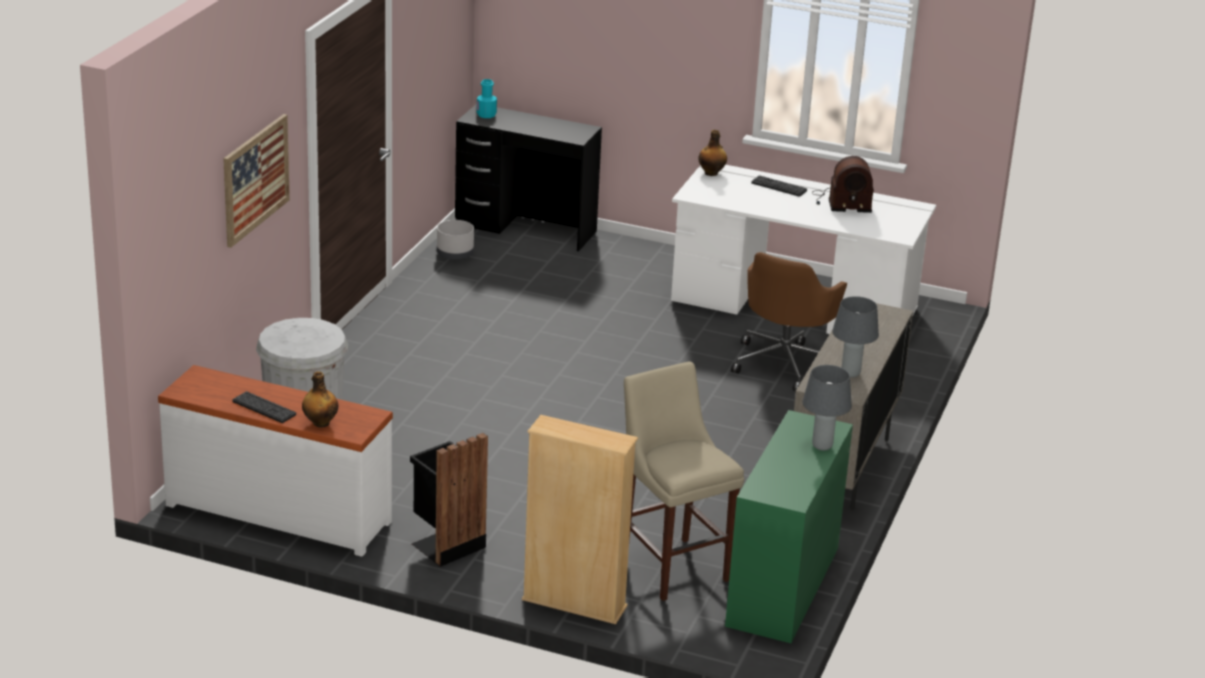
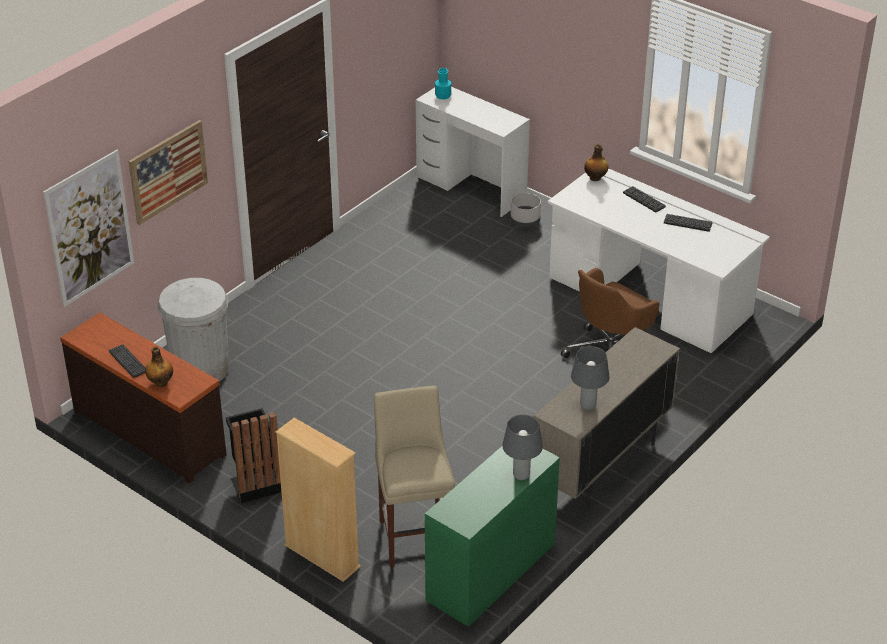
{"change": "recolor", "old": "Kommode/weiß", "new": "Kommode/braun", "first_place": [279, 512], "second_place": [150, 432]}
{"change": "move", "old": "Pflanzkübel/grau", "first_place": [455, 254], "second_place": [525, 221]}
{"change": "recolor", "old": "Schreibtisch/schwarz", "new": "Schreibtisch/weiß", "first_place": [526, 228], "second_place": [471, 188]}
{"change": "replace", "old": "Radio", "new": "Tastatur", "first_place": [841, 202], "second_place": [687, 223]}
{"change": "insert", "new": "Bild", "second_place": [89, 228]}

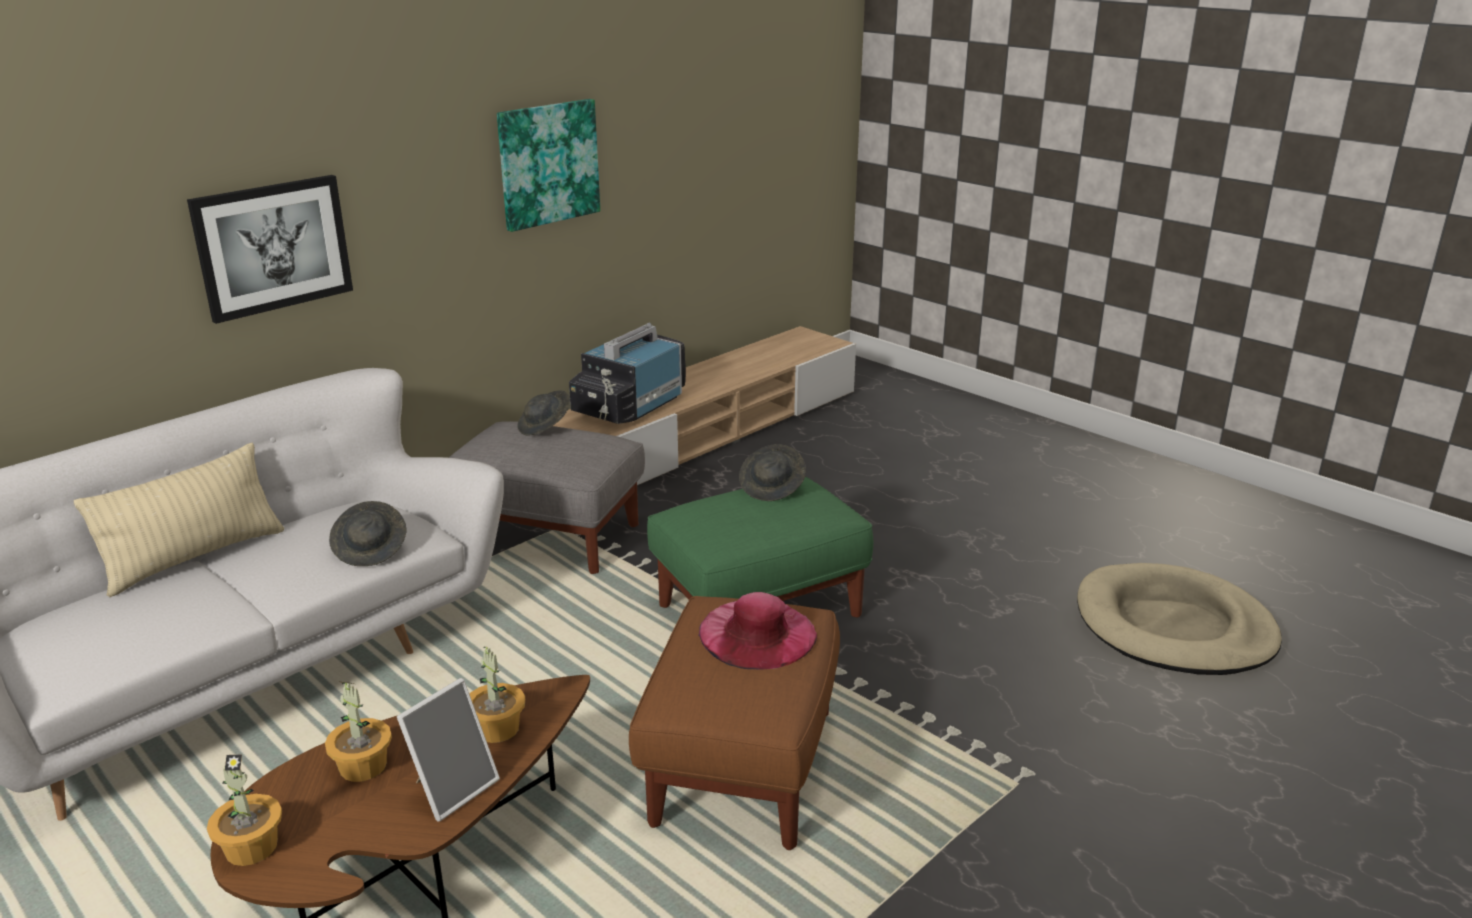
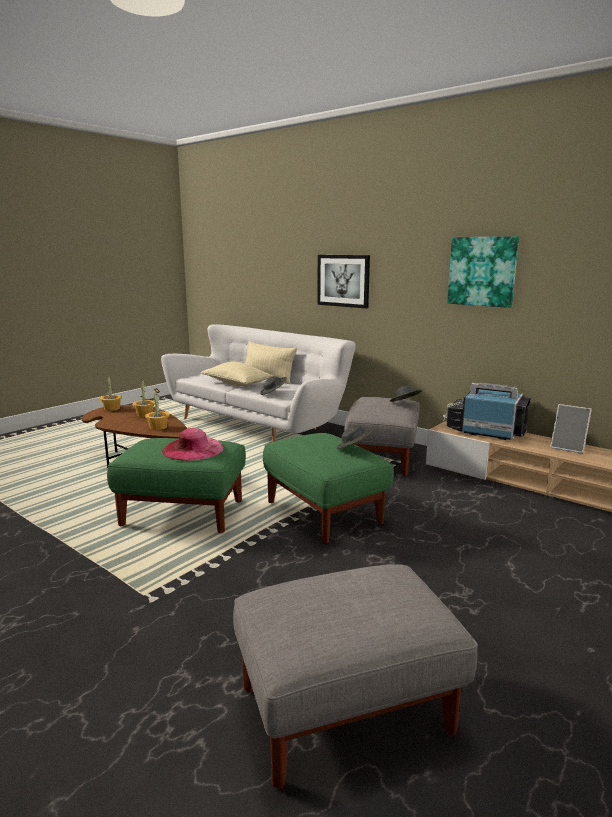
{"change": "move", "old": "Bilderrahmen", "first_place": [452, 788], "second_place": [568, 448]}
{"change": "recolor", "old": "Polsterhocker/braun", "new": "Polsterhocker/grün", "first_place": [742, 765], "second_place": [183, 513]}
{"change": "replace", "old": "Hundebett/beige", "new": "Polsterhocker/grau", "first_place": [1173, 627], "second_place": [344, 711]}
{"change": "insert", "new": "Kissen/beige", "second_place": [237, 384]}

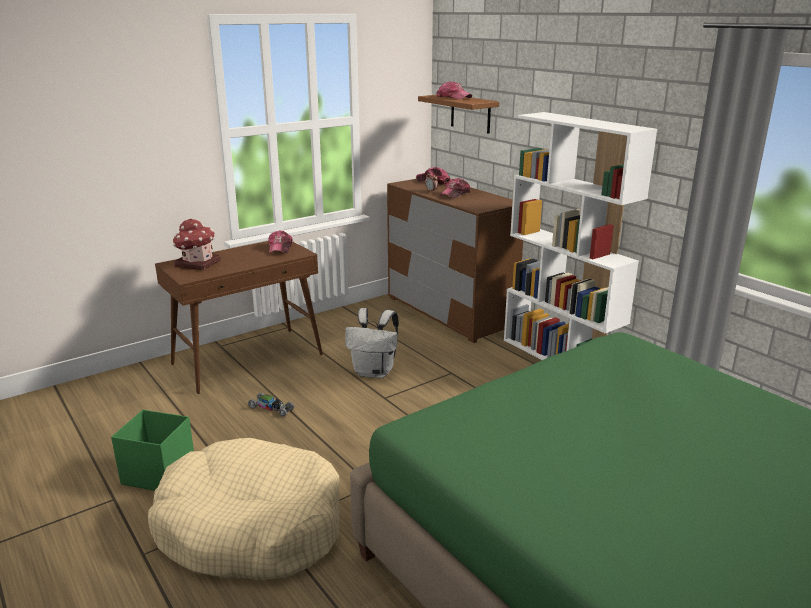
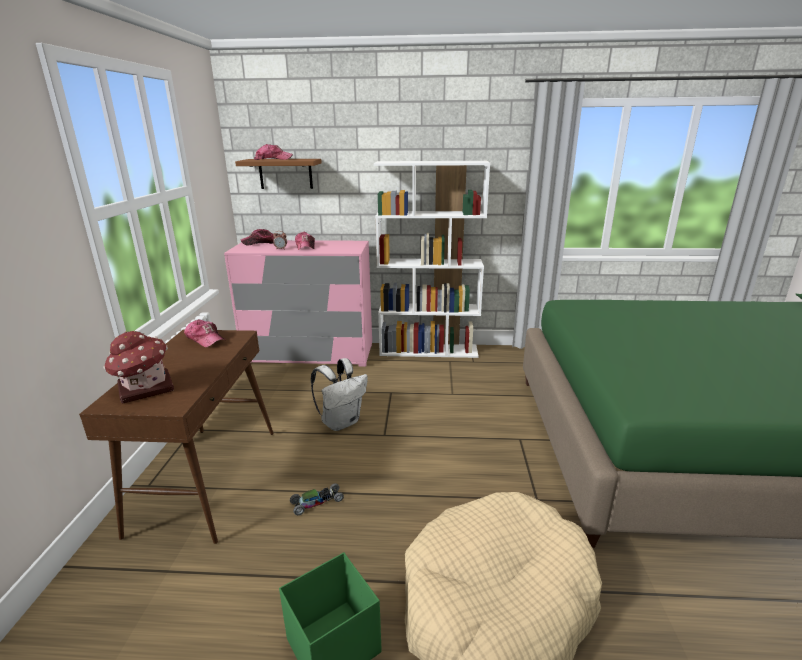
{"change": "recolor", "old": "Kommode/braun", "new": "Kommode/rosa", "first_place": [449, 312], "second_place": [309, 354]}

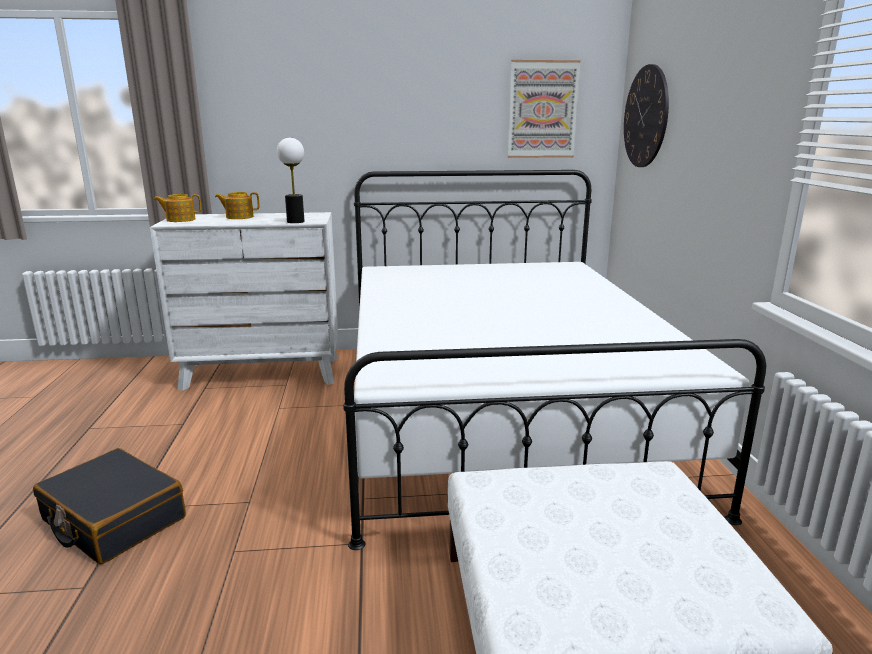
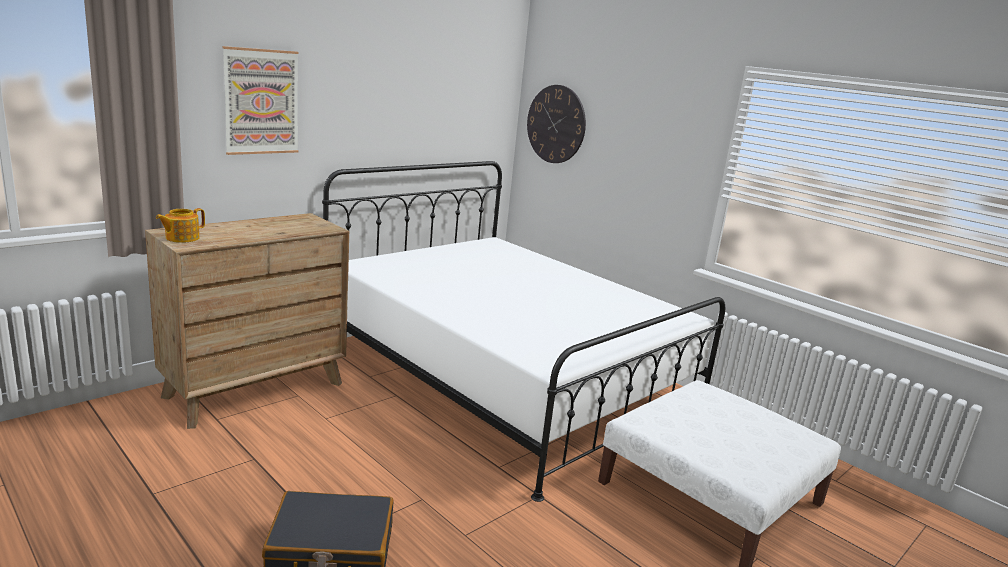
{"change": "recolor", "old": "Kommode/weiß", "new": "Kommode/braun", "first_place": [262, 373], "second_place": [255, 390]}
{"change": "delete", "old": "Teekanne", "first_place": [239, 217]}
{"change": "delete", "old": "Tischlampe", "first_place": [295, 221]}
{"change": "move", "old": "Bild", "first_place": [542, 110], "second_place": [261, 102]}

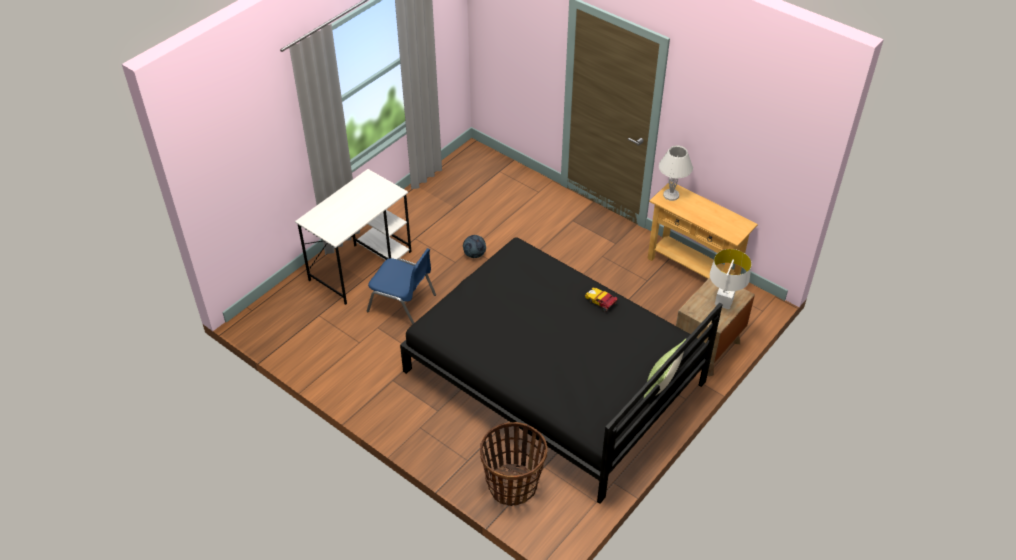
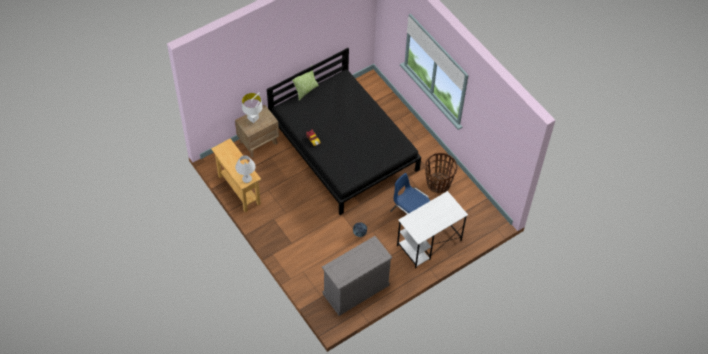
{"change": "move", "old": "Korb", "first_place": [512, 485], "second_place": [438, 183]}
{"change": "insert", "new": "Kommode/grau", "second_place": [355, 289]}

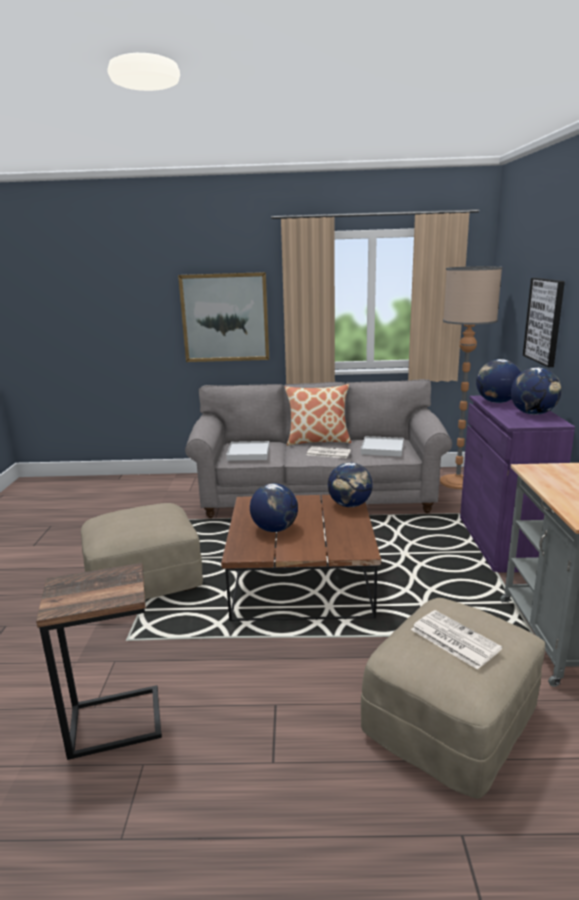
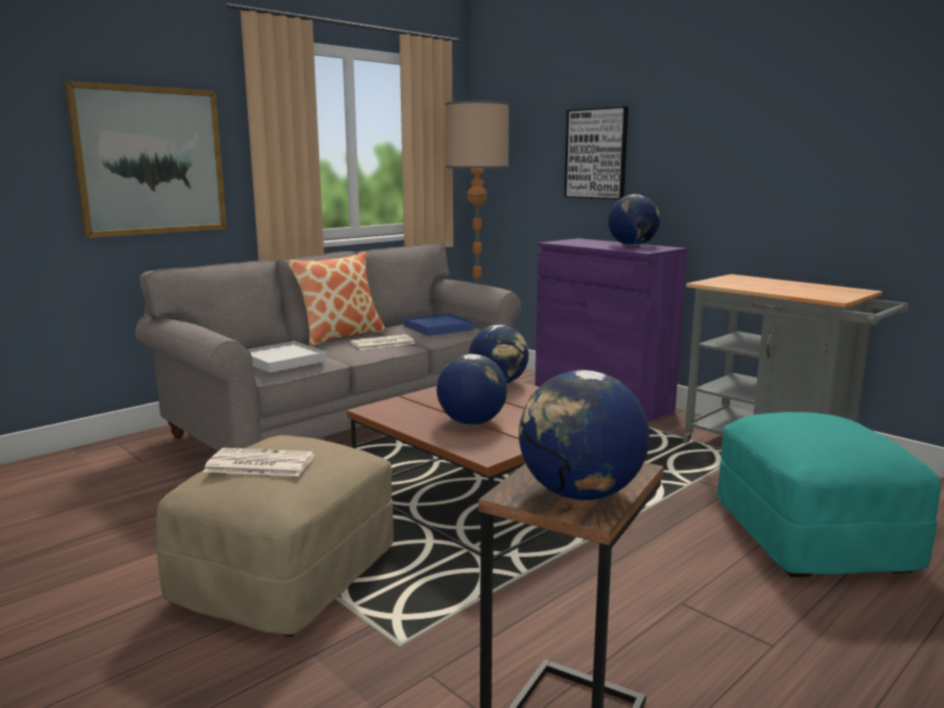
{"change": "recolor", "old": "Tablett/weiß", "new": "Tablett/blau", "first_place": [382, 448], "second_place": [438, 328]}
{"change": "recolor", "old": "Polsterhocker/beige", "new": "Polsterhocker/türkis", "first_place": [451, 722], "second_place": [813, 537]}
{"change": "move", "old": "Zeitung", "first_place": [453, 639], "second_place": [258, 464]}
{"change": "move", "old": "Globus", "first_place": [496, 402], "second_place": [580, 494]}

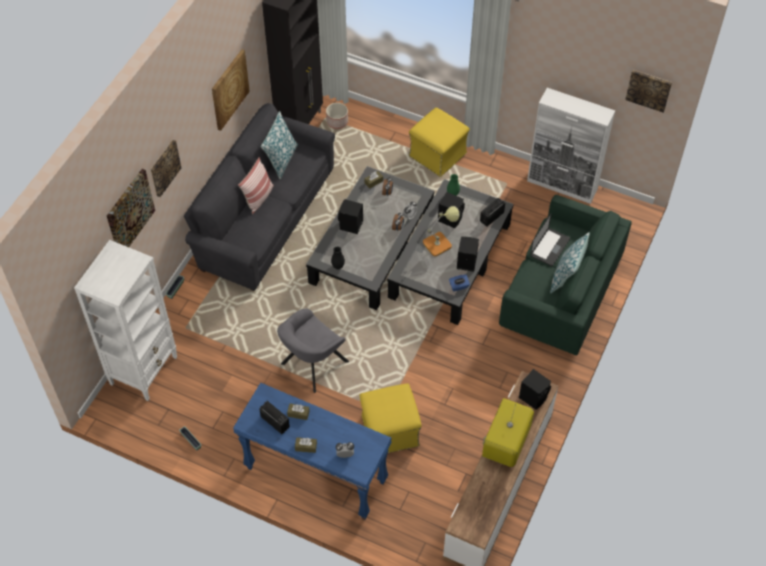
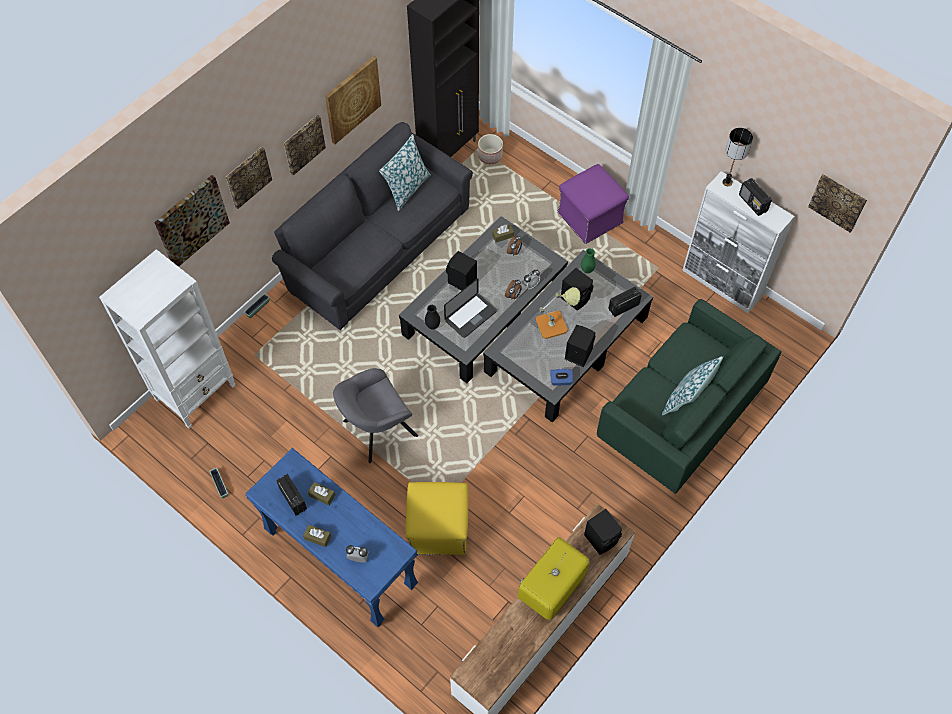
{"change": "delete", "old": "Kissen", "first_place": [258, 198]}
{"change": "recolor", "old": "Polsterhocker/gelb", "new": "Polsterhocker/lila", "first_place": [438, 155], "second_place": [590, 218]}
{"change": "move", "old": "Laptop", "first_place": [550, 247], "second_place": [470, 316]}
{"change": "insert", "new": "Bild", "second_place": [303, 144]}
{"change": "insert", "new": "Tischlampe", "second_place": [727, 182]}
{"change": "insert", "new": "Radio", "second_place": [753, 203]}

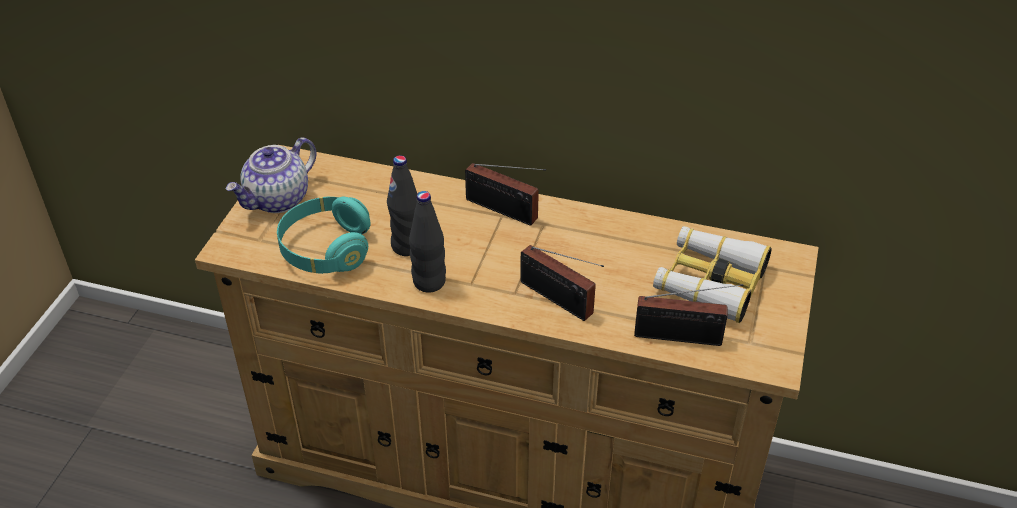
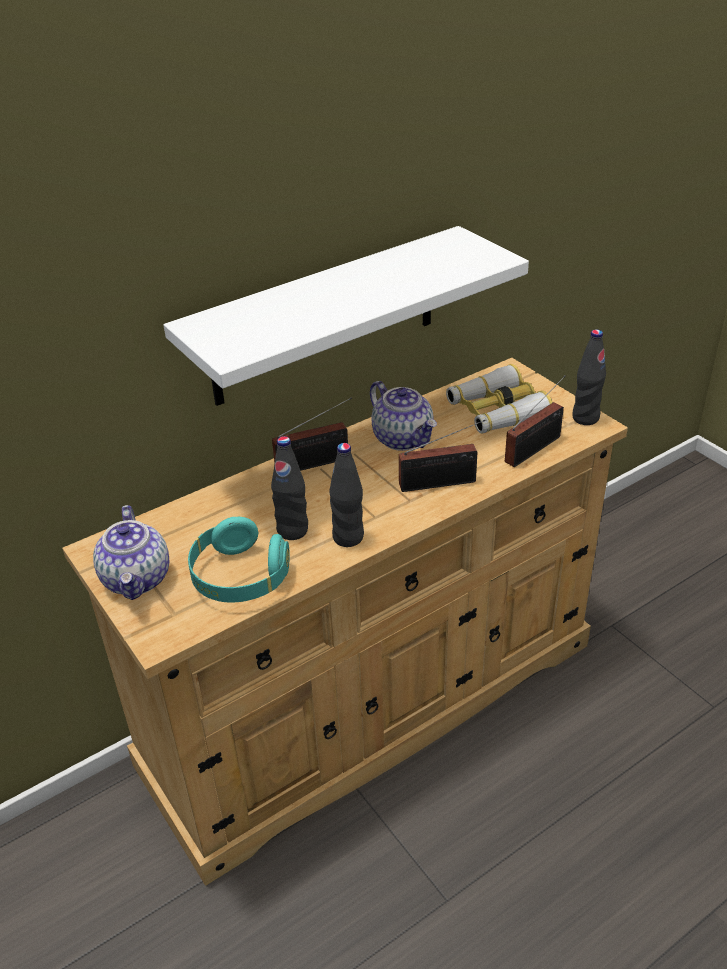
{"change": "insert", "new": "Wandregal/weiß", "second_place": [325, 317]}
{"change": "insert", "new": "Teekanne", "second_place": [403, 439]}
{"change": "insert", "new": "Flasche/schwarz", "second_place": [585, 418]}

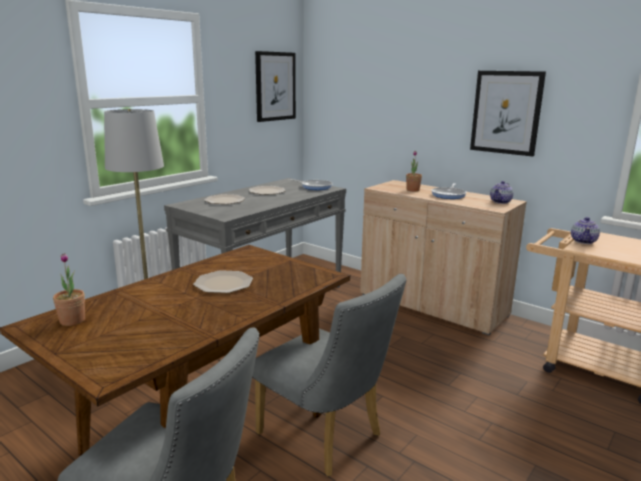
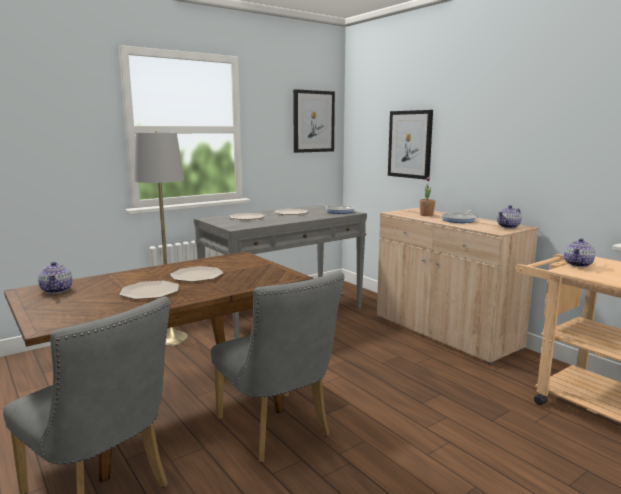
{"change": "replace", "old": "Topfpflanze", "new": "Teekanne", "first_place": [72, 320], "second_place": [57, 290]}
{"change": "move", "old": "Bild", "first_place": [506, 112], "second_place": [410, 144]}
{"change": "insert", "new": "Teller", "second_place": [149, 292]}

